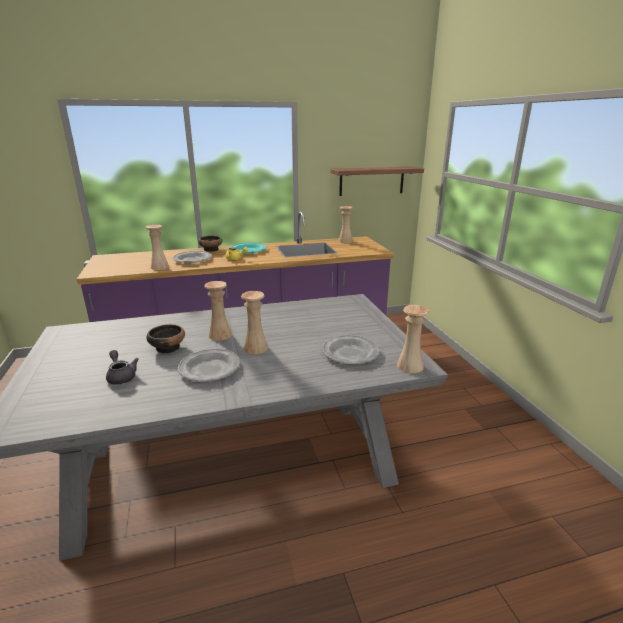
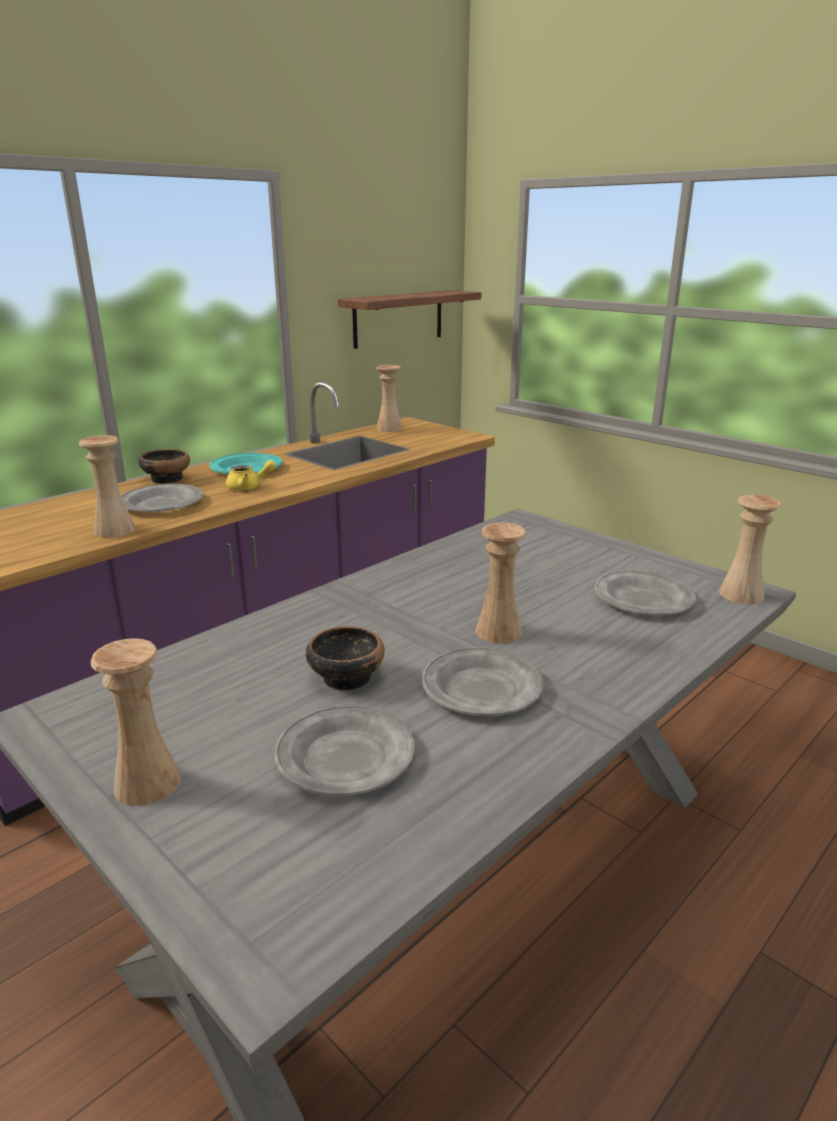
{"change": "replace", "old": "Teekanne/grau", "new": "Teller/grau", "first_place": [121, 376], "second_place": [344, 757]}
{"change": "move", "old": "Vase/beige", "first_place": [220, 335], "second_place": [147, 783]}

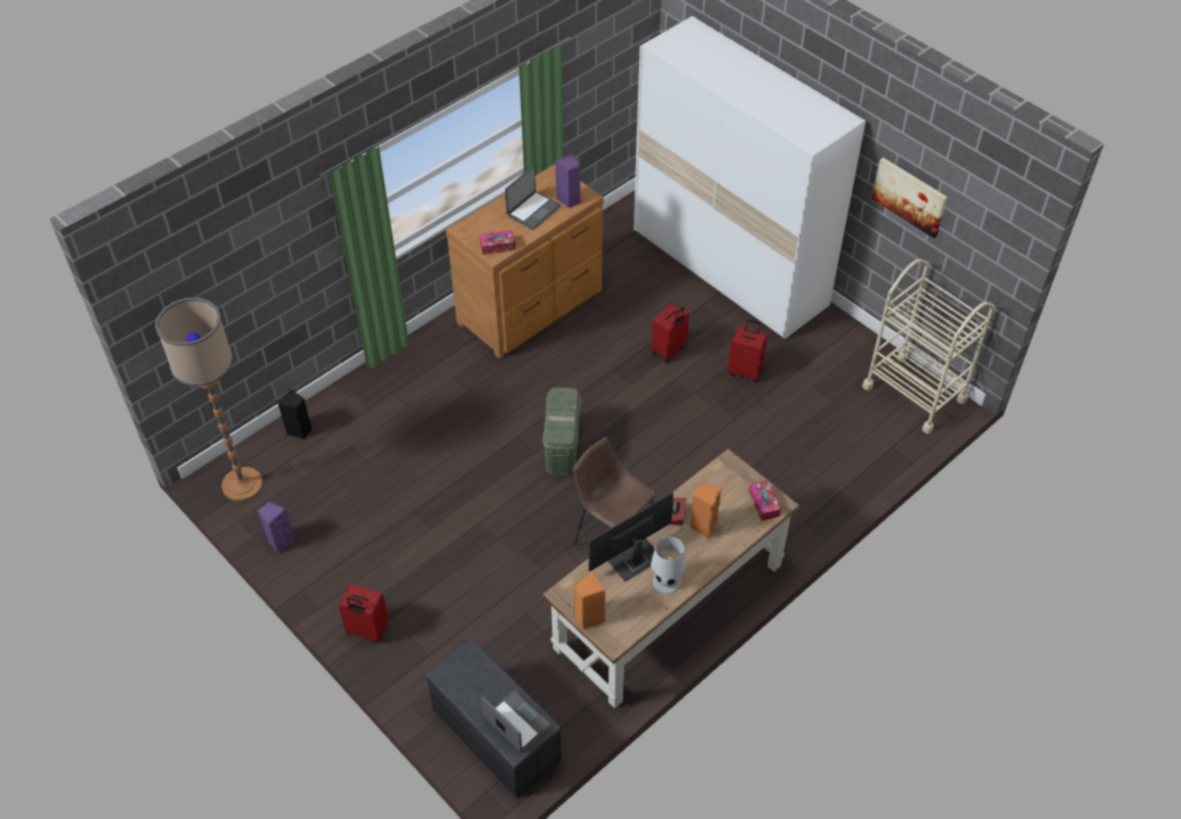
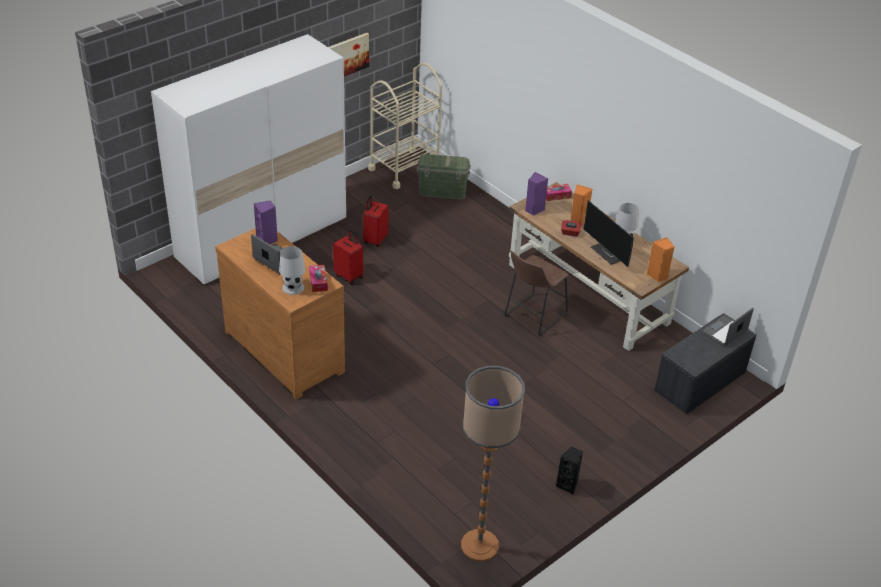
{"change": "move", "old": "Lautsprecher/lila", "first_place": [280, 541], "second_place": [533, 210]}
{"change": "move", "old": "Lautsprecher/schwarz", "first_place": [300, 431], "second_place": [568, 485]}
{"change": "delete", "old": "Koffer/rot", "first_place": [367, 630]}
{"change": "move", "old": "Aufbewahrungsbox/grün", "first_place": [562, 448], "second_place": [442, 191]}
{"change": "insert", "new": "Tischlampe/weiß", "second_place": [293, 287]}

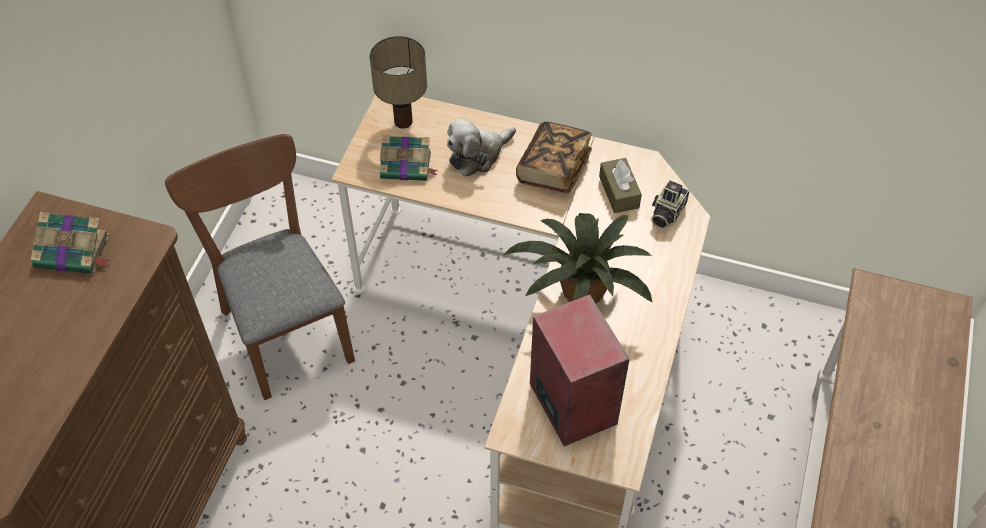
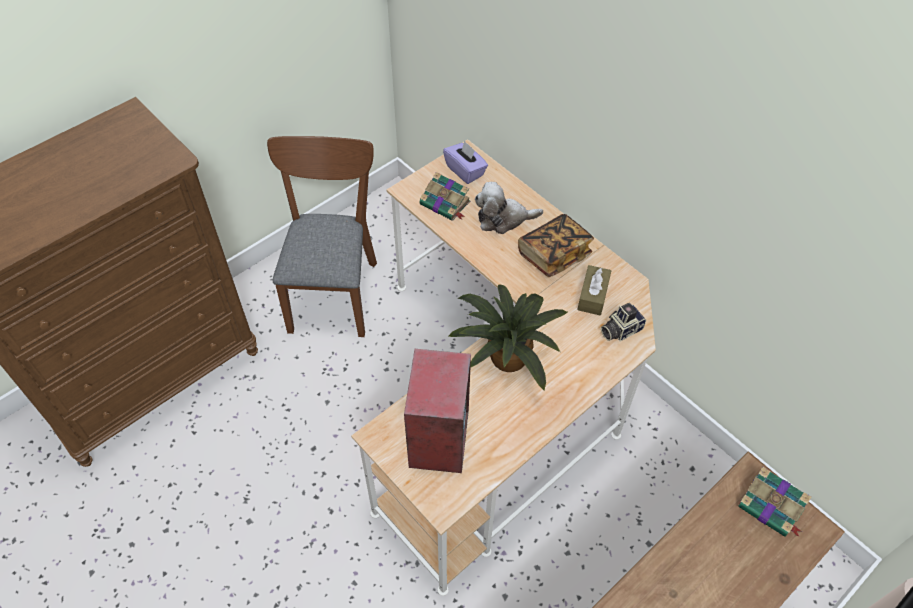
{"change": "move", "old": "Buch", "first_place": [74, 252], "second_place": [771, 507]}
{"change": "replace", "old": "Tischlampe", "new": "Taschentuchbox/lila", "first_place": [402, 122], "second_place": [465, 171]}

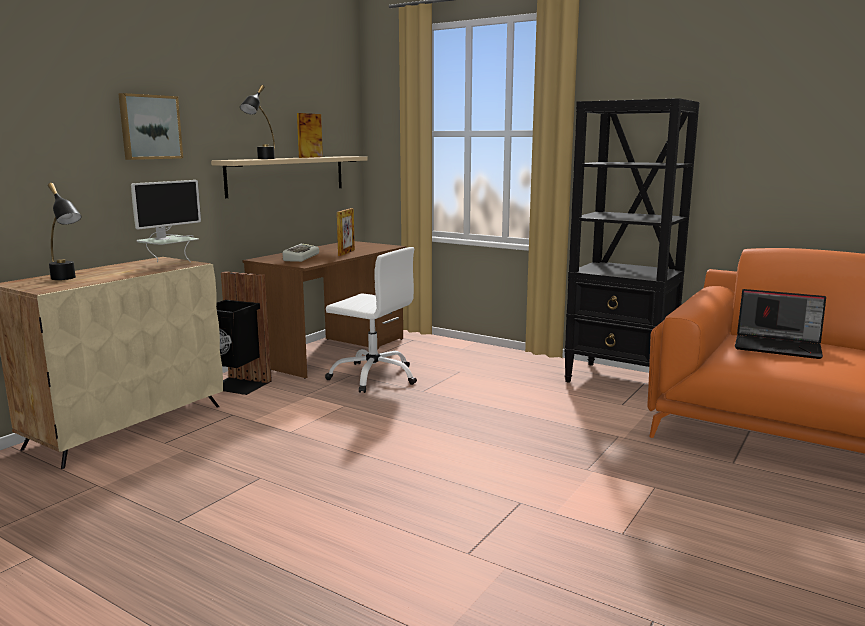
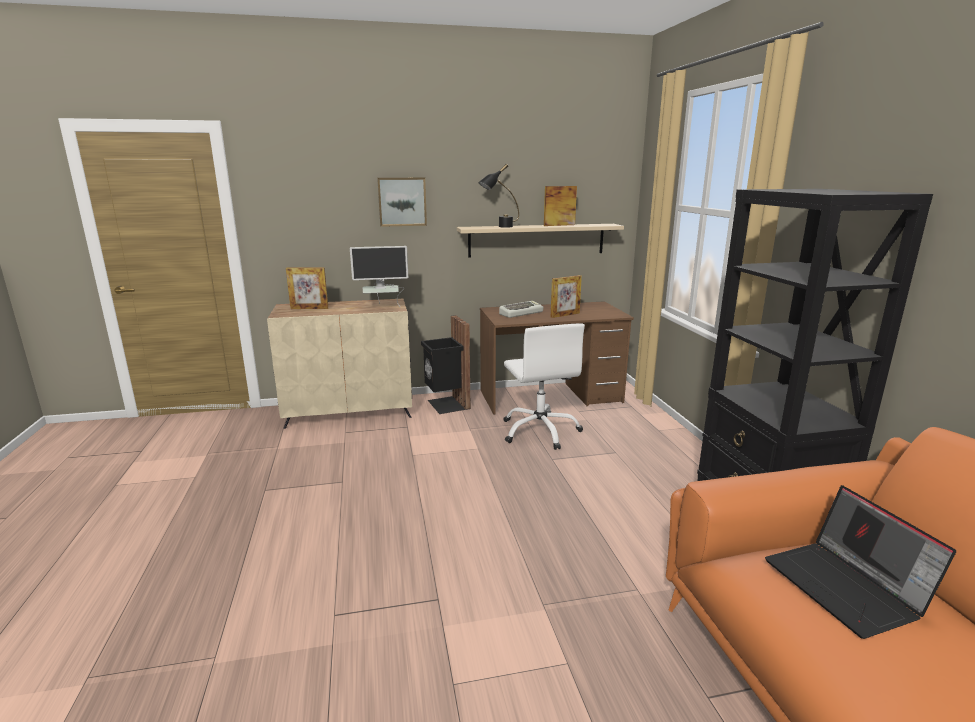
{"change": "replace", "old": "Tischlampe/schwarz", "new": "Bilderrahmen", "first_place": [67, 279], "second_place": [309, 308]}

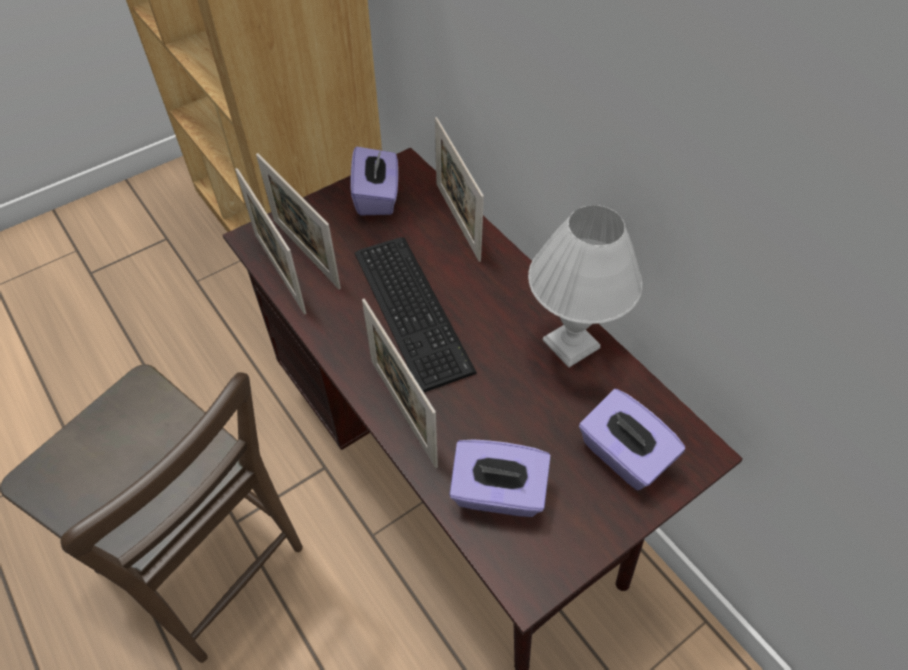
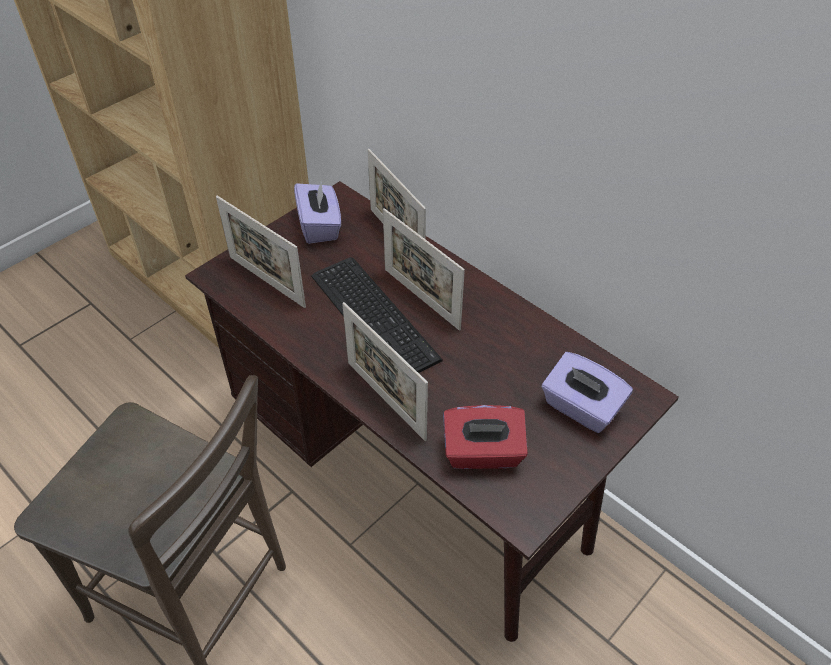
{"change": "move", "old": "Bilderrahmen", "first_place": [279, 272], "second_place": [421, 298]}
{"change": "recolor", "old": "Taschentuchbox/lila", "new": "Taschentuchbox/rot", "first_place": [497, 493], "second_place": [483, 453]}
{"change": "delete", "old": "Tischlampe/weiß", "first_place": [571, 343]}

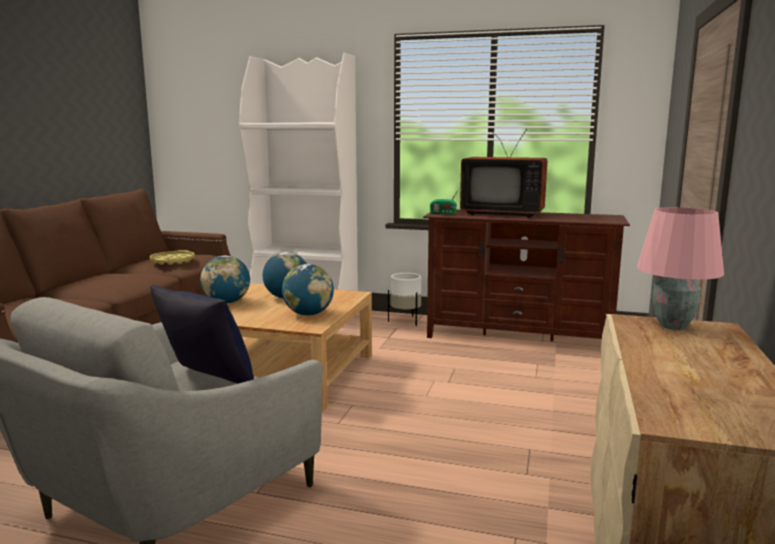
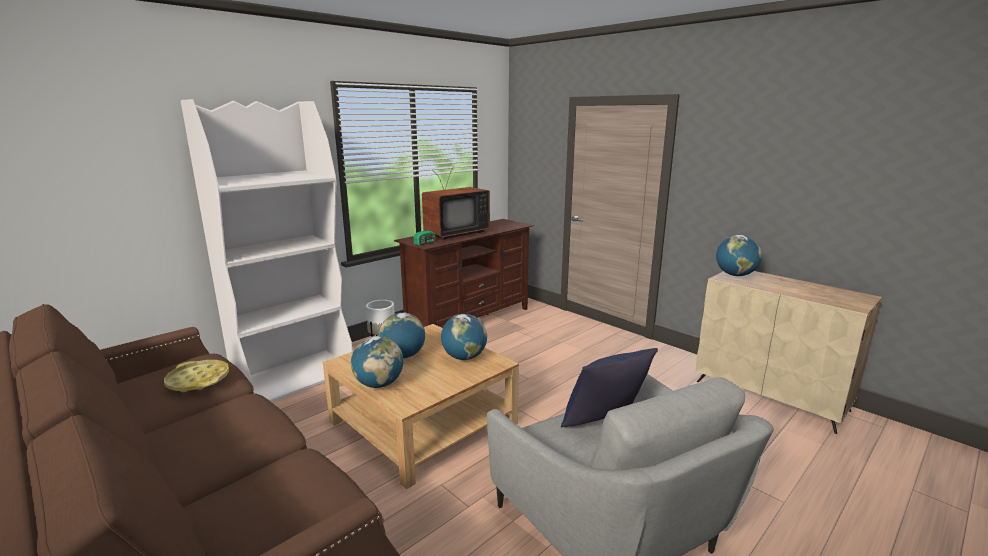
{"change": "replace", "old": "Tischlampe/rosa", "new": "Globus", "first_place": [673, 326], "second_place": [735, 275]}

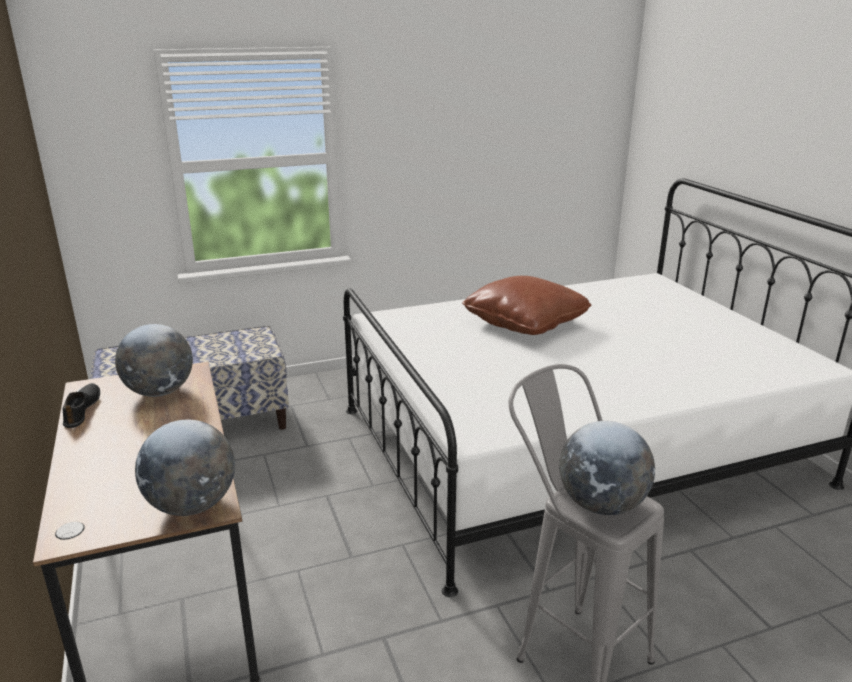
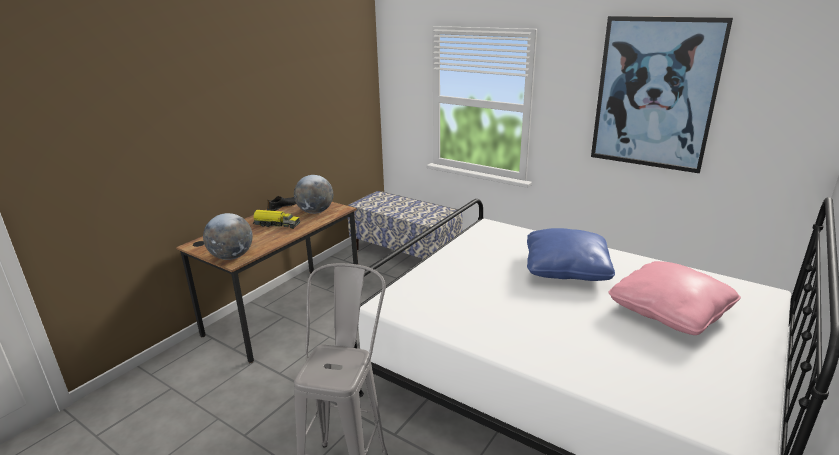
{"change": "recolor", "old": "Kissen/braun", "new": "Kissen/blau", "first_place": [525, 323], "second_place": [566, 269]}
{"change": "delete", "old": "Globus", "first_place": [602, 505]}
{"change": "insert", "new": "Spielzeuglaster", "second_place": [276, 224]}
{"change": "insert", "new": "Bild", "second_place": [654, 94]}
{"change": "insert", "new": "Kissen/rosa", "second_place": [669, 311]}

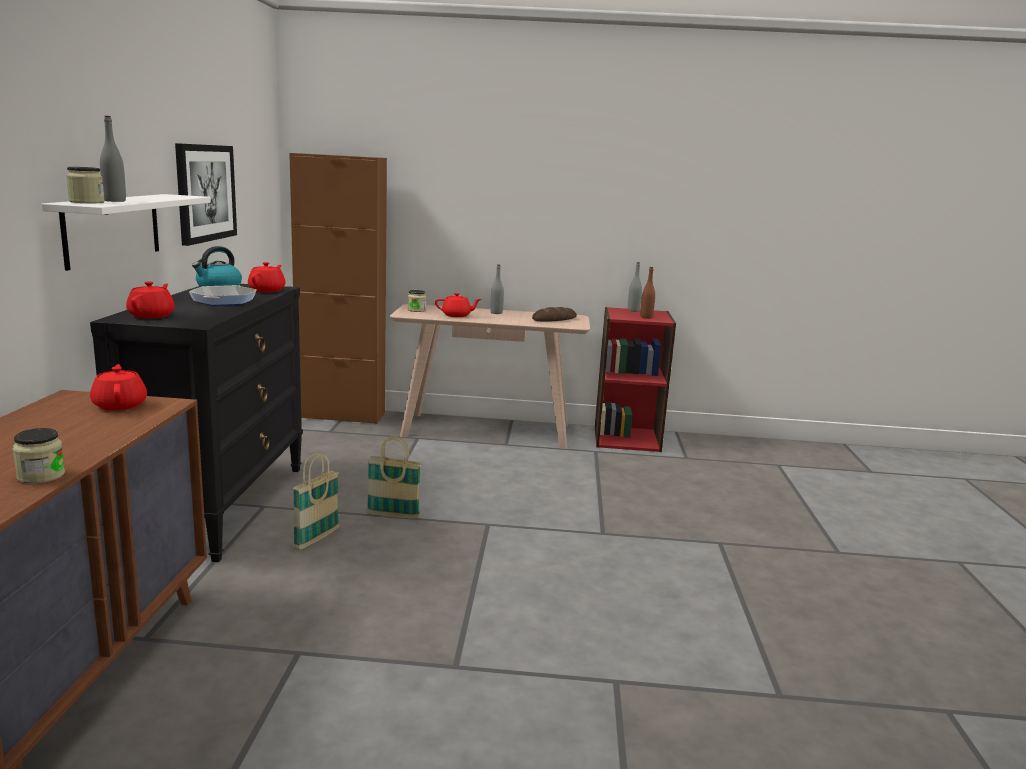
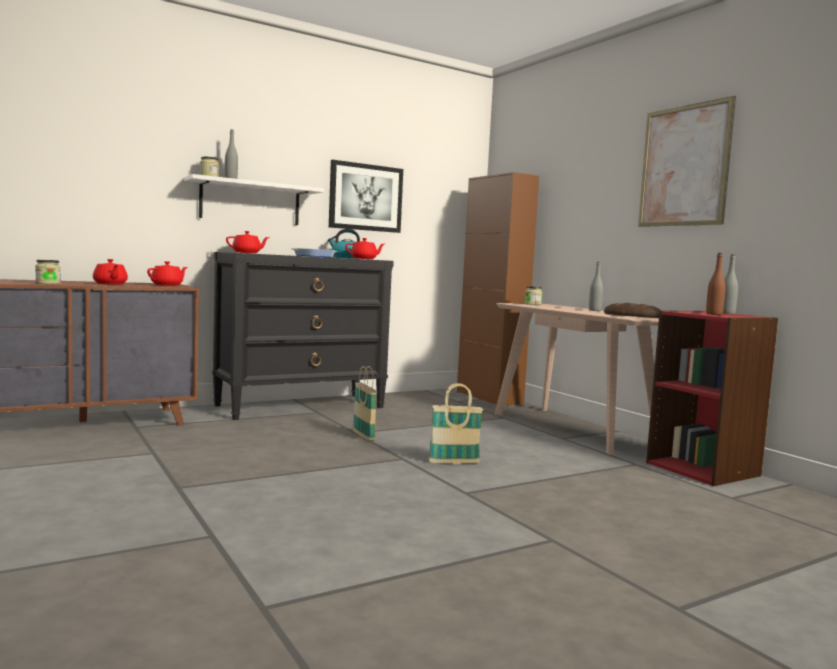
{"change": "move", "old": "Korb", "first_place": [317, 539], "second_place": [454, 462]}
{"change": "move", "old": "Teekanne/rot", "first_place": [457, 315], "second_place": [110, 284]}
{"change": "insert", "new": "Bild", "second_place": [684, 166]}

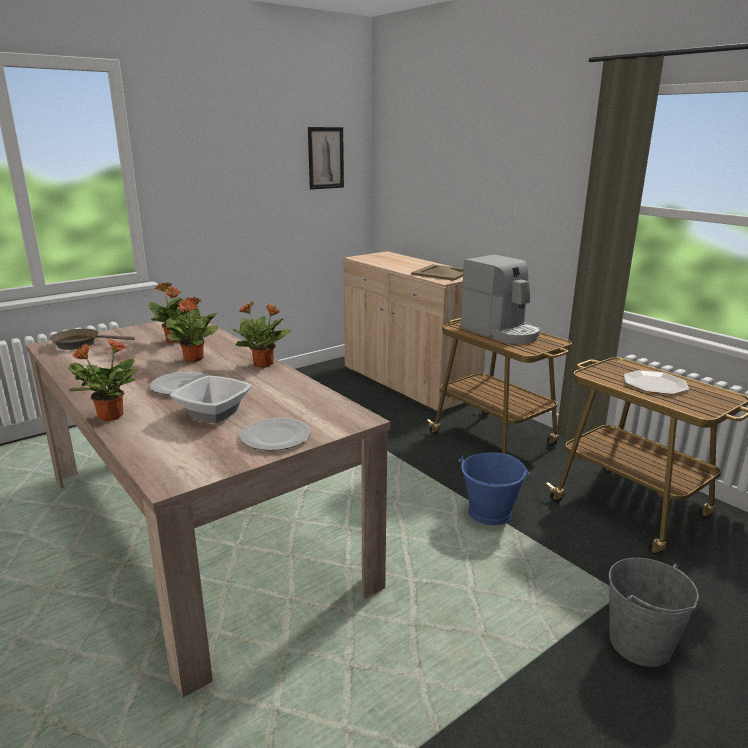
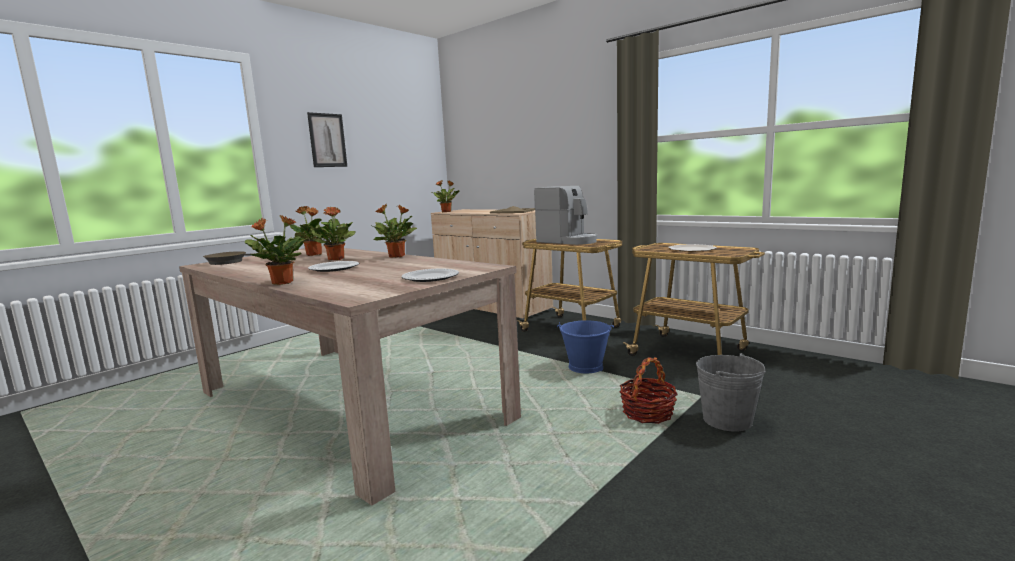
{"change": "delete", "old": "Schüssel", "first_place": [212, 413]}
{"change": "move", "old": "Bild", "first_place": [326, 158], "second_place": [327, 140]}
{"change": "insert", "new": "Topfpflanze", "second_place": [447, 212]}
{"change": "insert", "new": "Korb", "second_place": [647, 413]}

